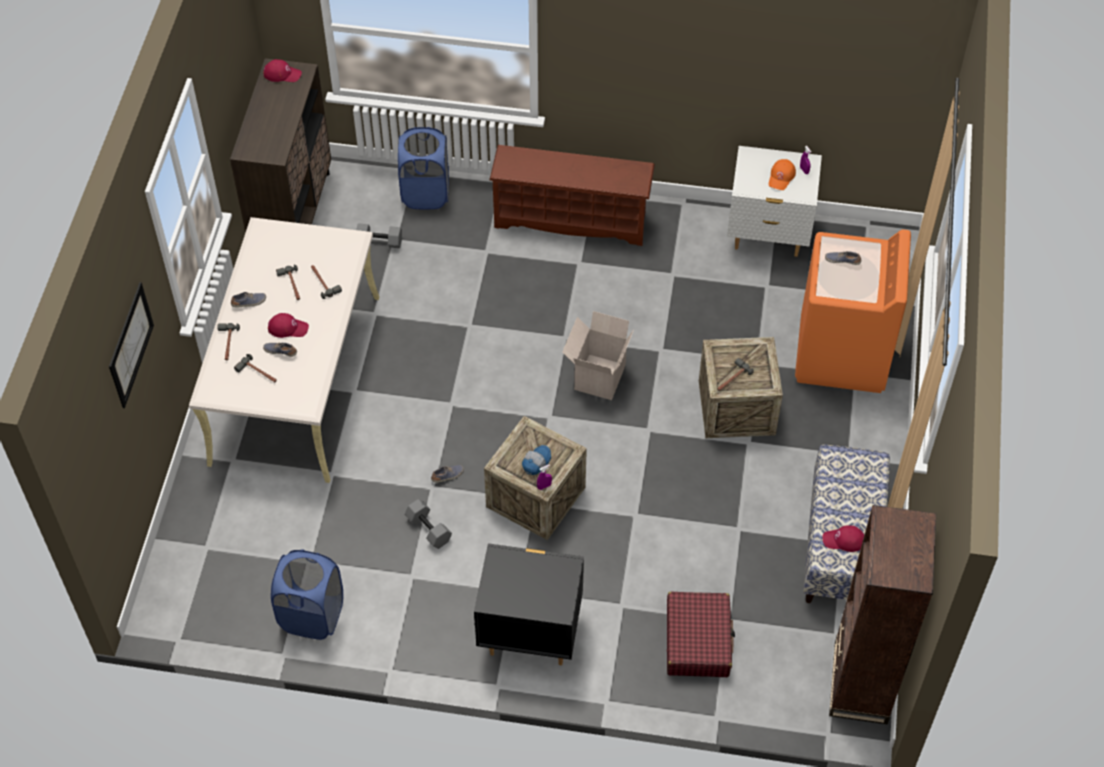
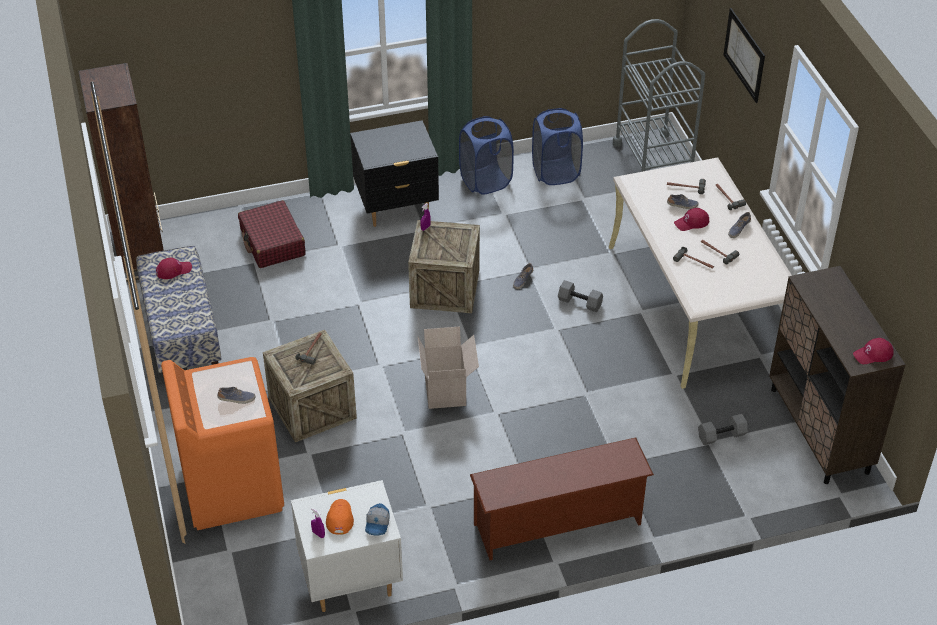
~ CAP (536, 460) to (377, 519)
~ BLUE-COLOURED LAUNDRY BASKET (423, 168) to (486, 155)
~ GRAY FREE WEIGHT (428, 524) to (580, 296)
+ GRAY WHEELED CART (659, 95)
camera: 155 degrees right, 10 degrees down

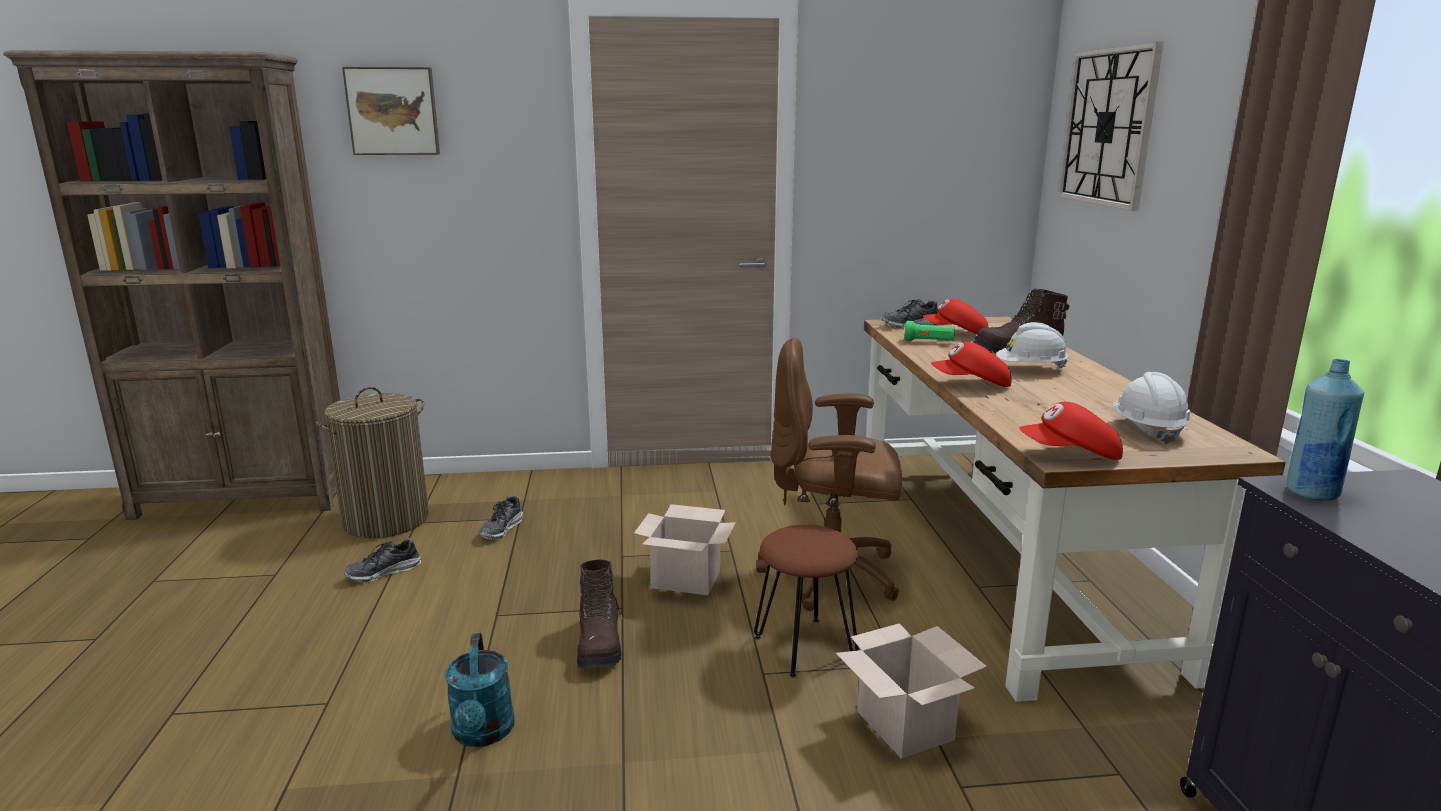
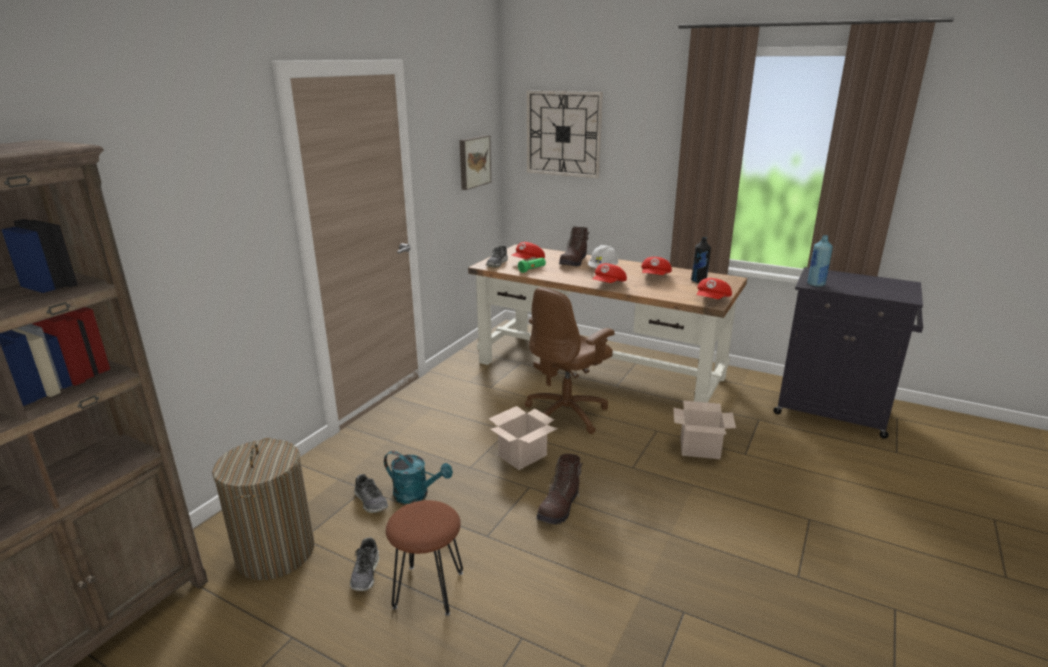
~ TURQUOISE WATERING CAN (479, 690) to (418, 477)
~ BROWN-COLOURED STOOL SEAT (806, 601) to (424, 558)
~ WALL PICTURE (391, 111) to (475, 162)
~ BROWN-COLOURED HIGH-TOP BOOT (600, 613) = (559, 489) 90 degrees clockwise
+ RED CAP (656, 266)
~ WHITISH WORK HELMET (1152, 408) to BLACK DRINK BOTTLE (701, 260)
camera: 55 degrees left, 5 degrees up

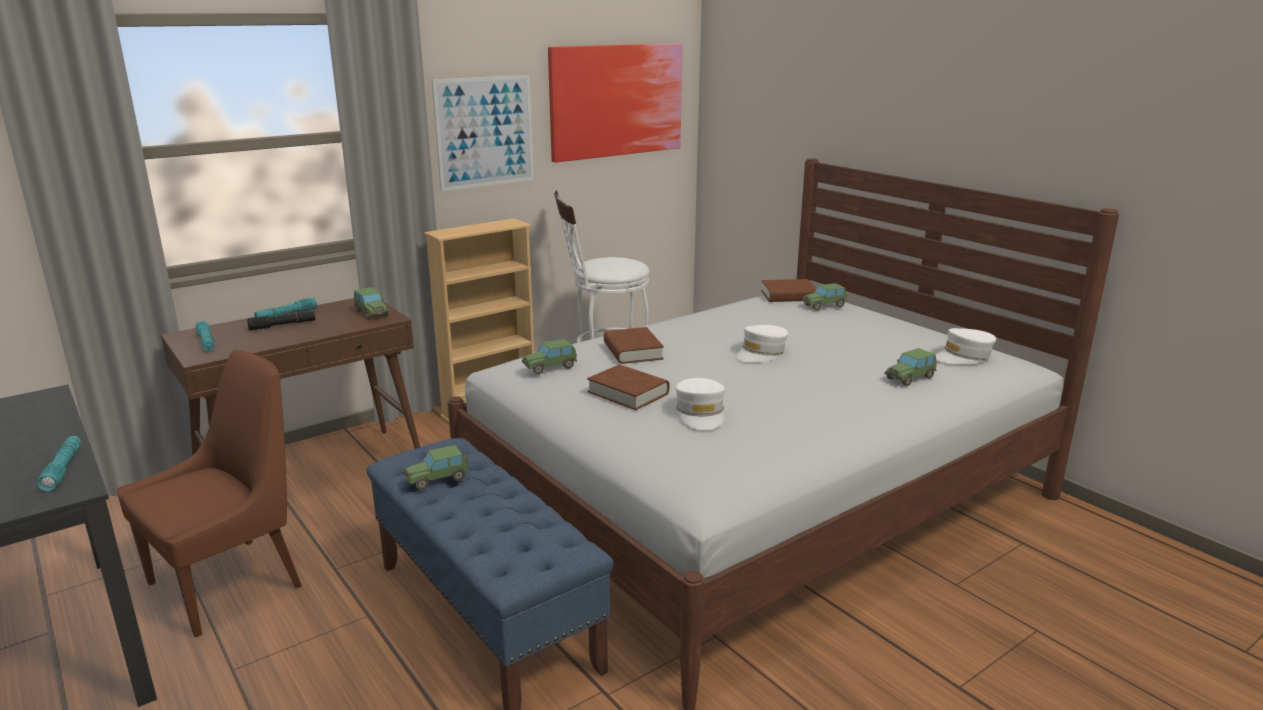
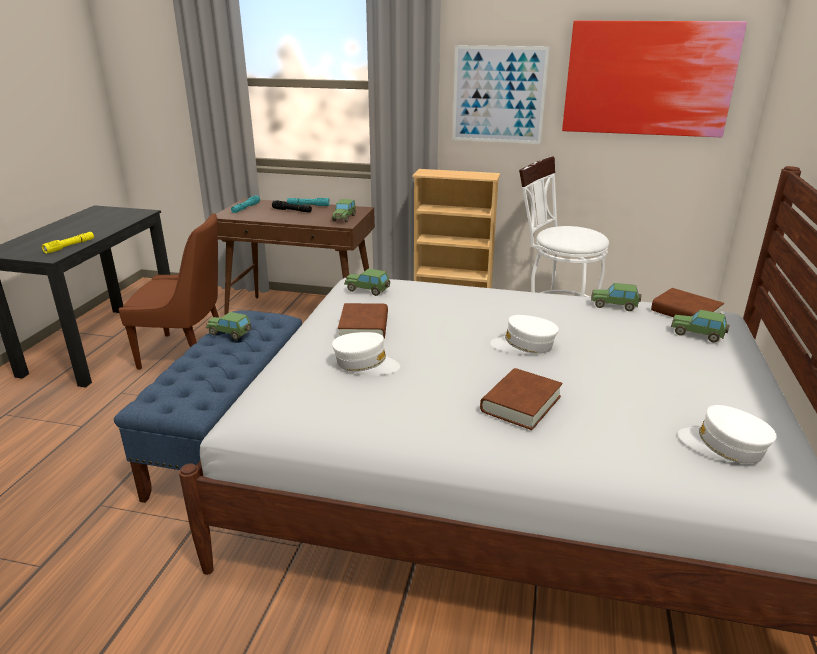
~ TURQUOISE HAND TORCH (59, 463) to YELLOW-COLOURED HAND TORCH (68, 242)
~ WHITISH CAP (700, 404) = (366, 354) 120 degrees counterclockwise
~ BROWN-COLOURED VOLUME (634, 345) to (521, 399)
~ MINIATURE CAR (910, 367) to (616, 297)
camera: 50 degrees right, 5 degrees up

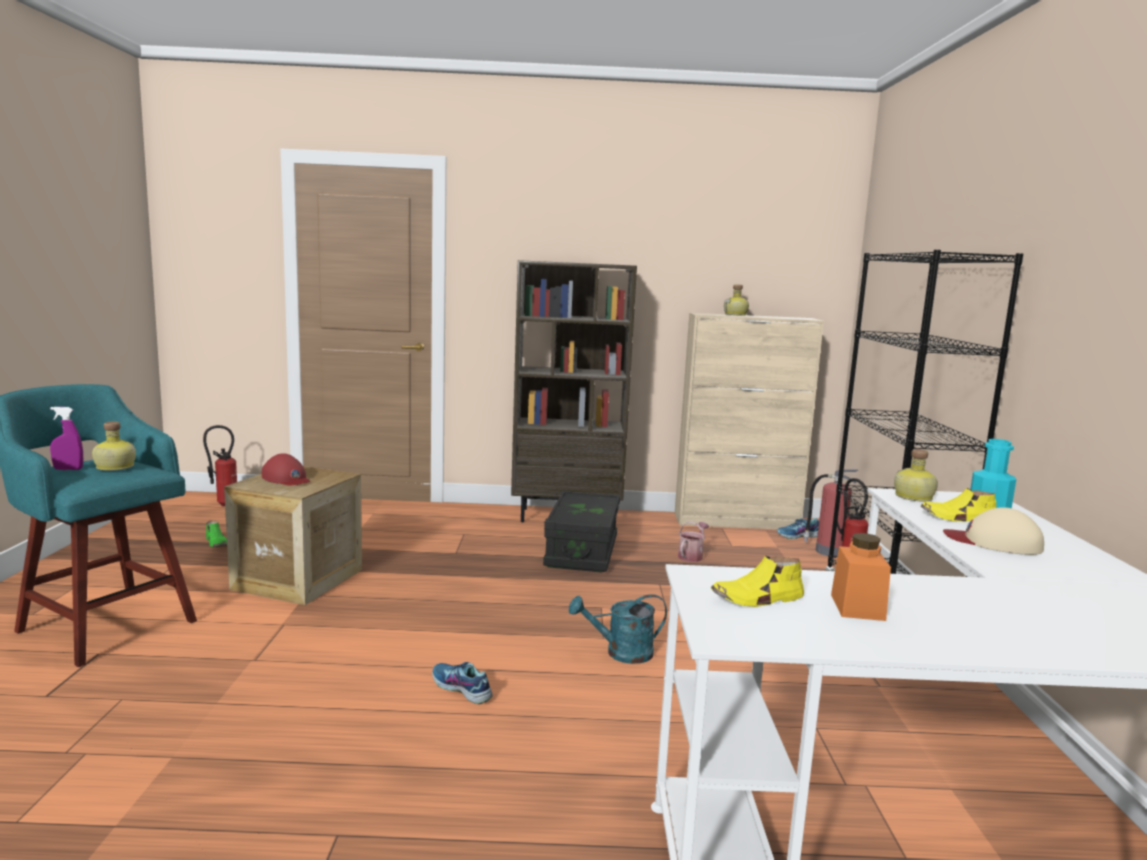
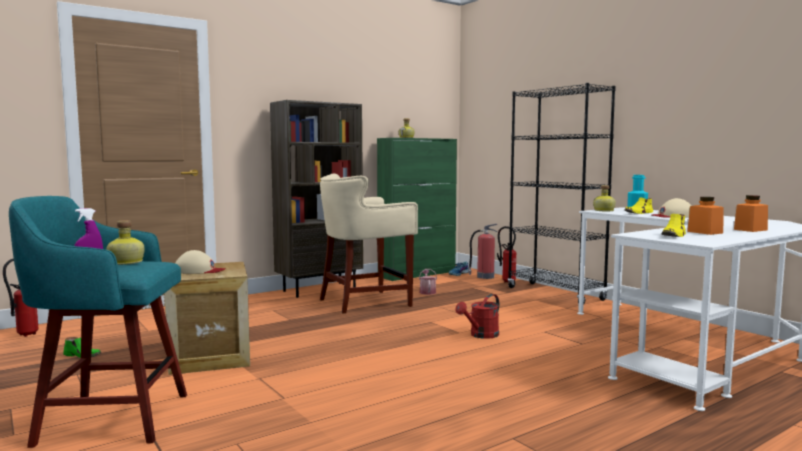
~ RED CAP (286, 469) to BEIGE-COLOURED CAP (200, 262)
~ BLACK STORAGE BOX (581, 532) to BEIGE-COLOURED STOOL SEAT (369, 243)
~ BEIGE-COLOURED CABINET (749, 421) to GREEN-COLOURED CABINET (417, 209)
~ TURQUOISE WATERING CAN (618, 629) to RED WATERING CAN (477, 316)
+ ORANGE JAR (751, 213)
- SHOE (462, 683)
camera: 35 degrees left, 5 degrees down

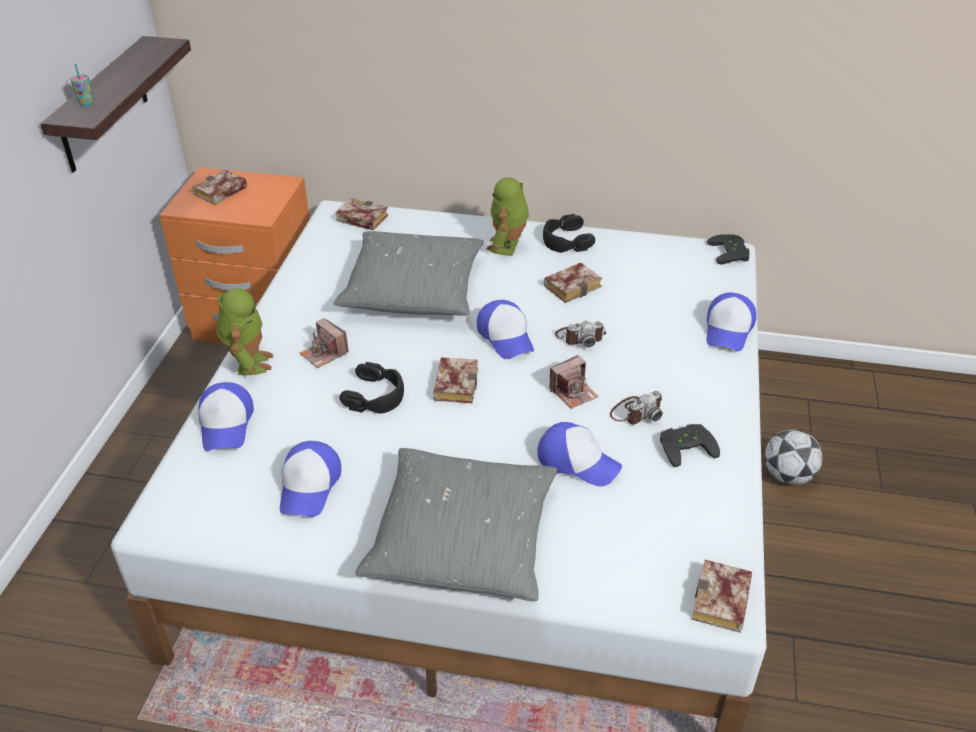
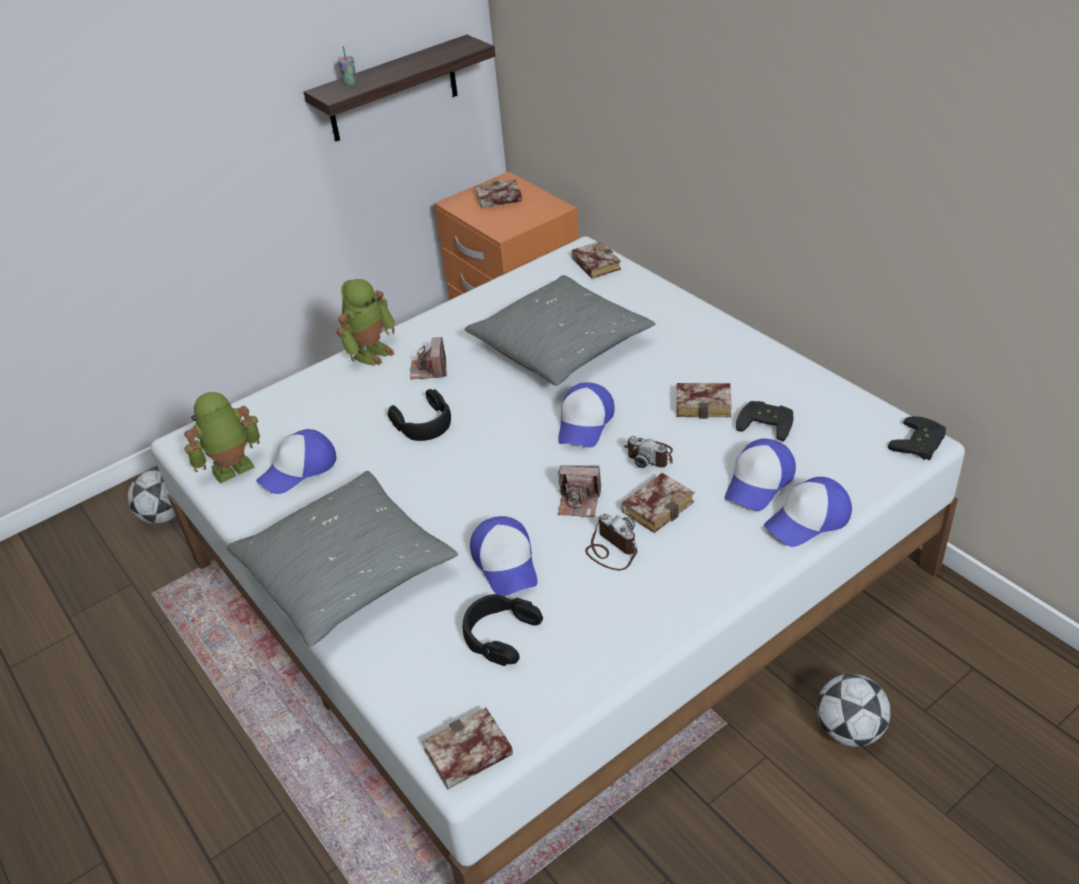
+ FOOTBALL (152, 496)
~ MODEL ROBOT (507, 216) to (222, 437)
~ BLACK HEADSET (569, 233) to (503, 630)
~ STILL CAMERA (636, 407) = (611, 542) 135 degrees counterclockwise
~ VOLUME (455, 380) to (657, 503)
~ CAP (226, 416) to (760, 475)
~ BLACK GAMEPAD (690, 445) to (764, 421)
camera: 45 degrees right, 0 degrees up

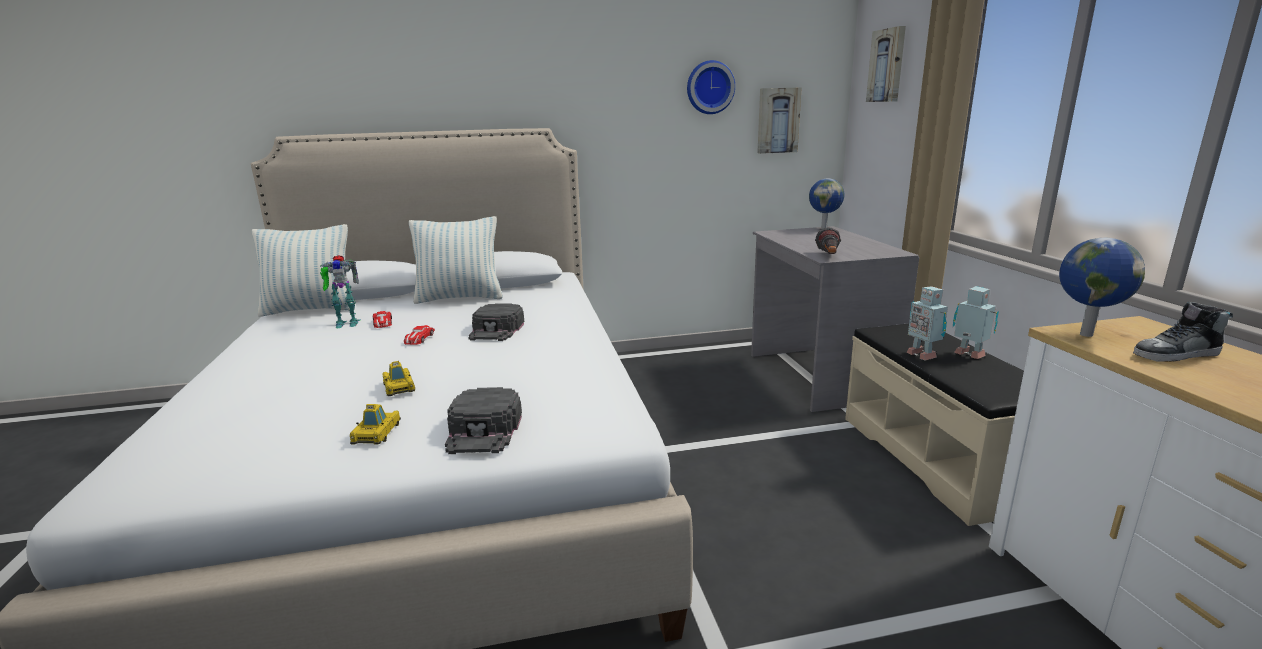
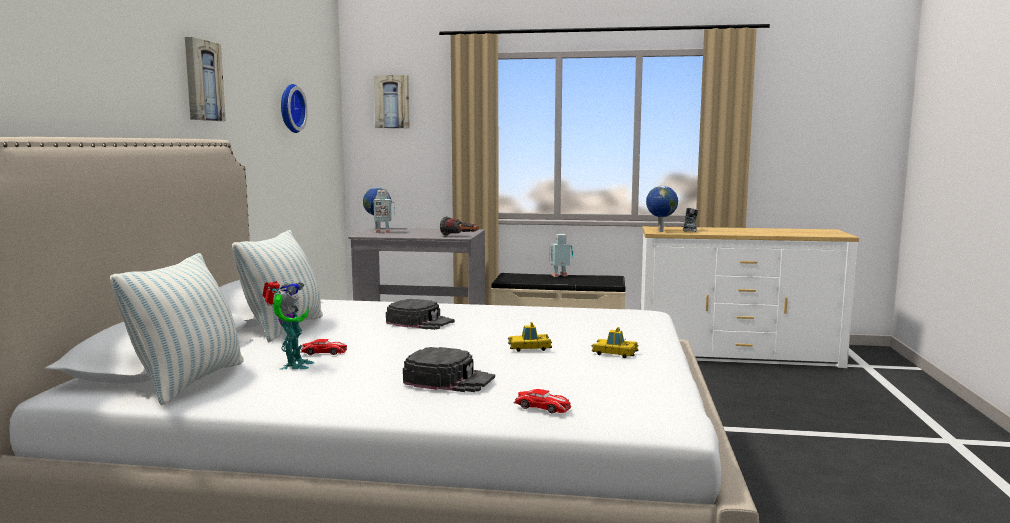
~ WALL PICTURE (779, 121) to (205, 79)
~ MODEL ROBOT (927, 323) to (382, 211)
~ BLACK CAP (483, 420) to (449, 369)
~ MINIATURE CAR (419, 335) to (542, 401)
camera: 70 degrees left, 10 degrees down

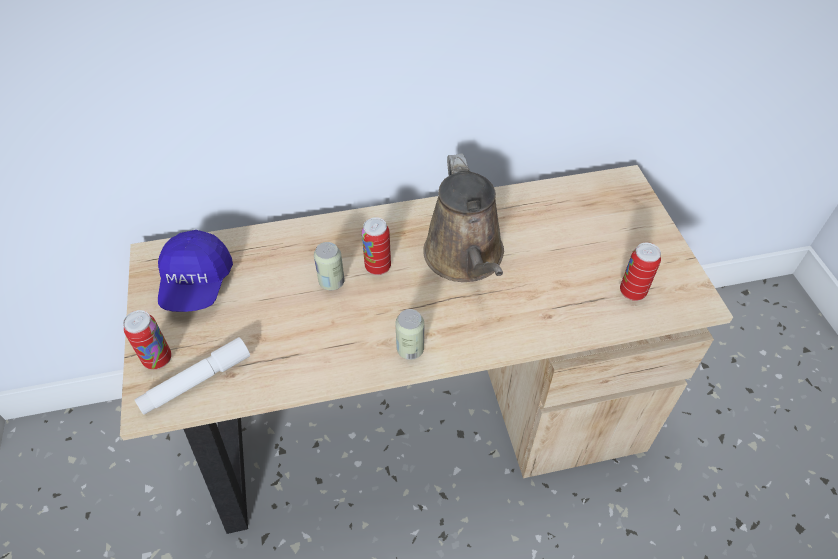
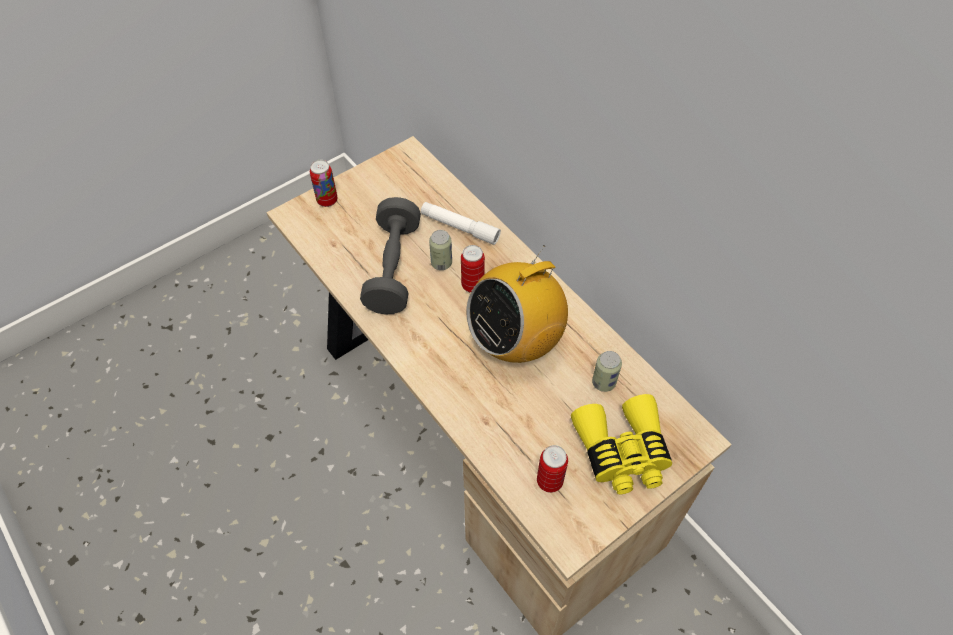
+ GRAY FREE WEIGHT (390, 256)
~ WHITISH HAND TORCH (192, 376) to (461, 223)
~ BROWN-COLOURED WATERING CAN (463, 217) to RADIO SET (517, 304)
+ YELLOW-COLOURED PAIR OF BINOCULARS (621, 444)
~ CAN (409, 334) to (607, 371)
- BLUE-COLOURED CAP (195, 271)
camera: 65 degrees right, 5 degrees up

